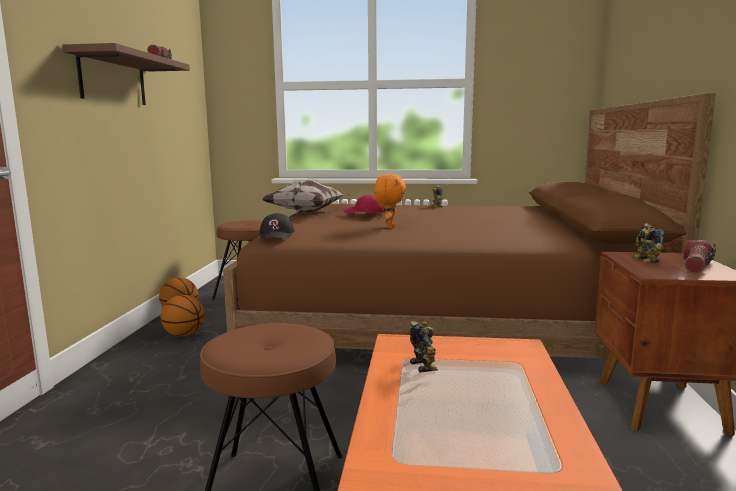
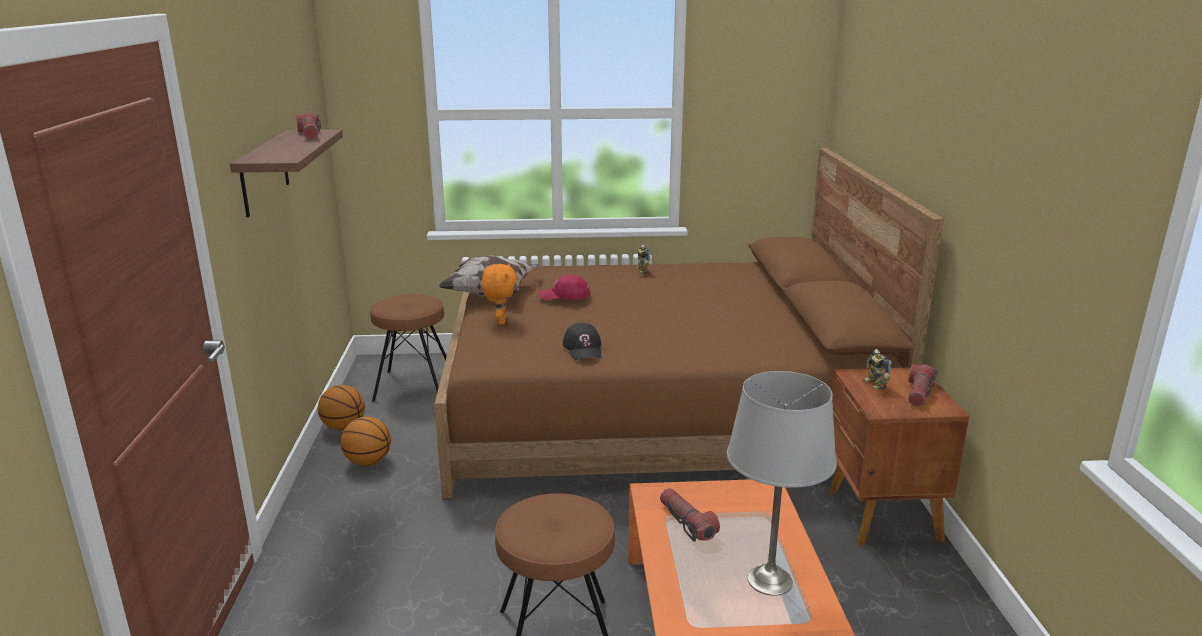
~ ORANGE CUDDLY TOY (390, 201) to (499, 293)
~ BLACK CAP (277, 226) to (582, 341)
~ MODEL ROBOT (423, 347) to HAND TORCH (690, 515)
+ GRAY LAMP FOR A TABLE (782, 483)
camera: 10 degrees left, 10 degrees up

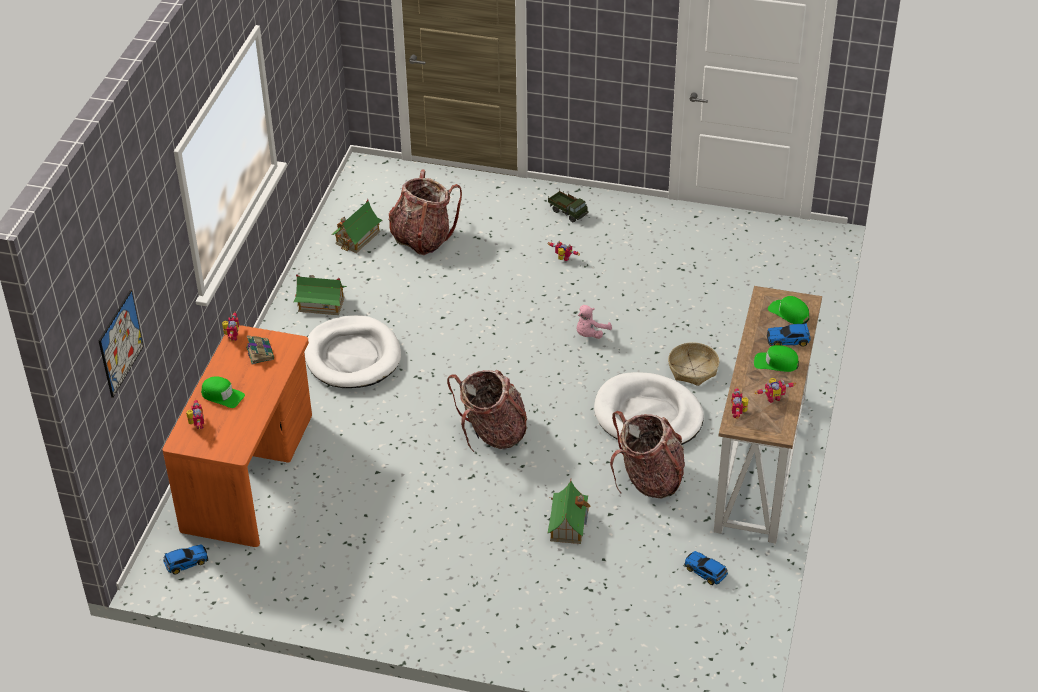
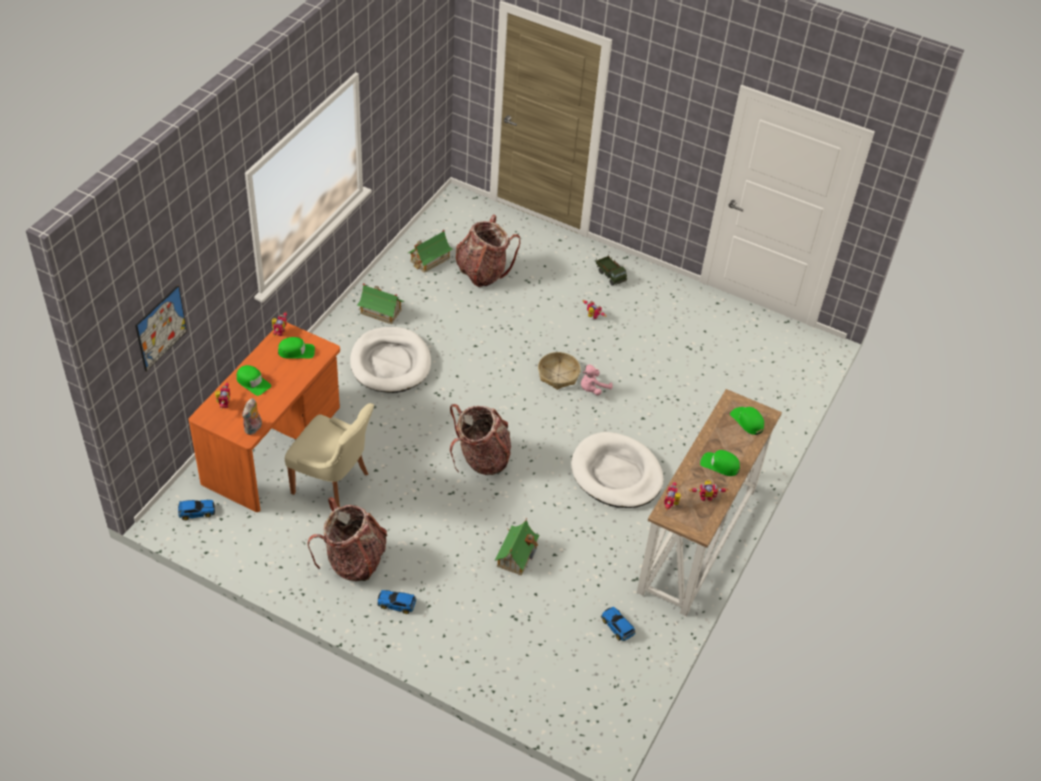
+ CUDDLY TOY (252, 416)
~ VOLUME (260, 350) to GREEN-COLOURED CAP (296, 348)
+ BEIGE-COLOURED CHAIR (329, 455)
~ BACKPACK (647, 455) to (347, 539)
~ MINIATURE CAR (789, 335) to (397, 602)
~ BASKET (693, 364) to (559, 371)
camera: 10 degrees right, 5 degrees up

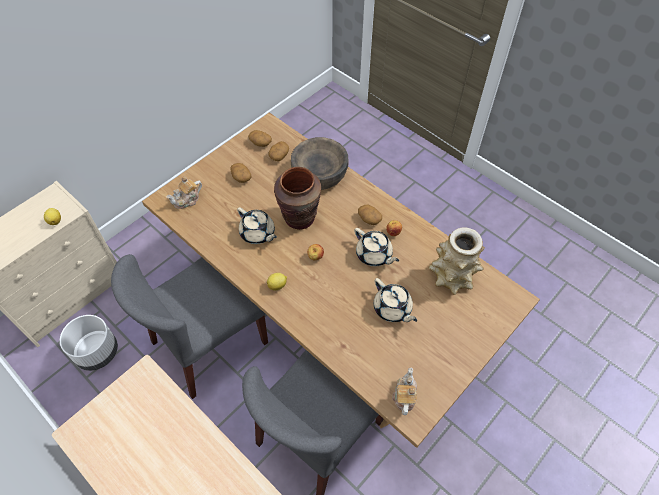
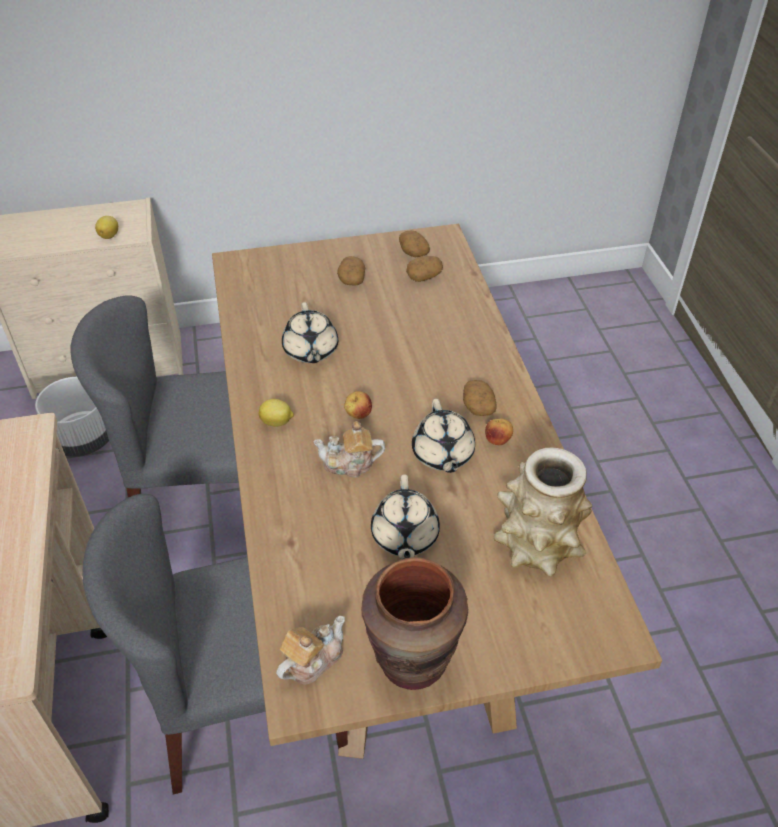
~ POT FOR TEA (184, 193) to (349, 449)
~ BROWN-COLOURED VASE (297, 198) to (414, 623)
- BROWN-COLOURED SERVING BOWL (319, 163)
camera: 35 degrees right, 10 degrees down

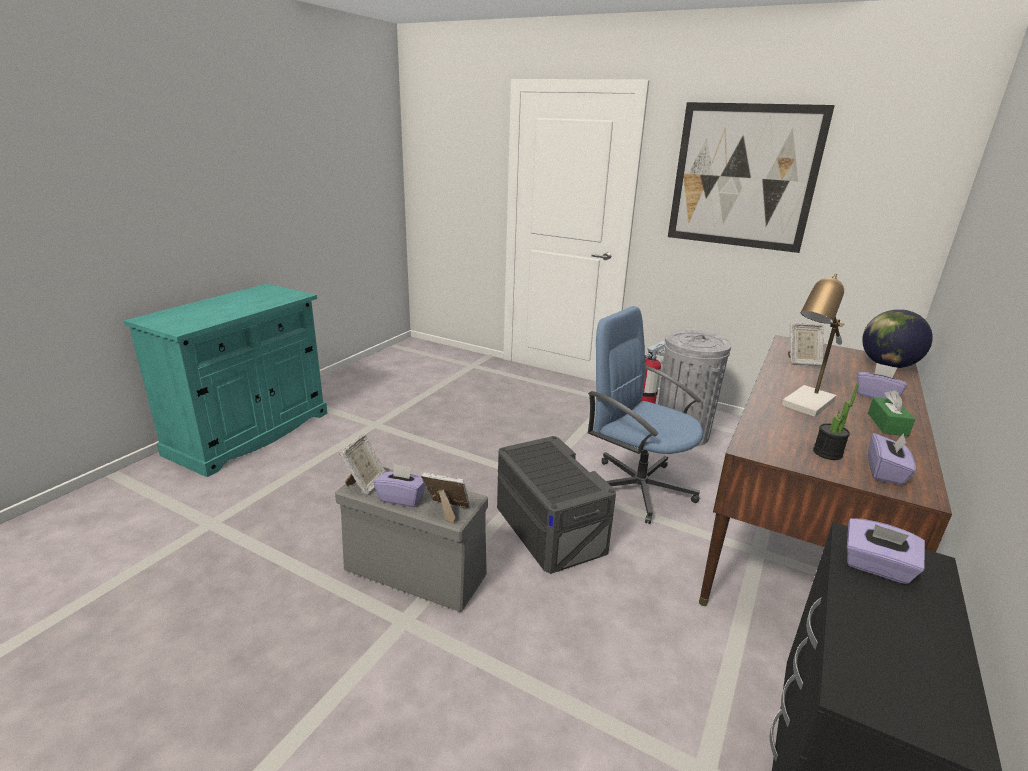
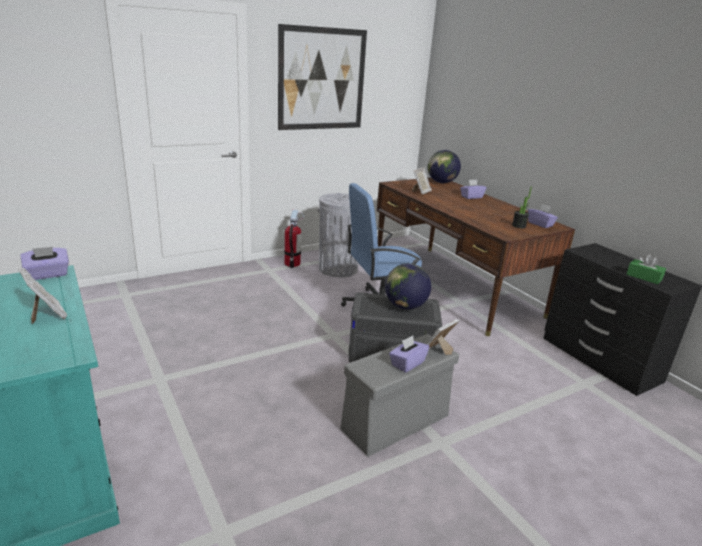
~ STANDING FRAME (362, 464) to (43, 295)
~ PURPLE-COLOURED BOX OF TISSUES (886, 551) to (44, 263)
+ DESK GLOBE (408, 286)
~ GREEN-COLOURED BOX OF TISSUES (891, 413) to (646, 269)
- LAMP FOR A TABLE (813, 345)
camera: 60 degrees left, 0 degrees up

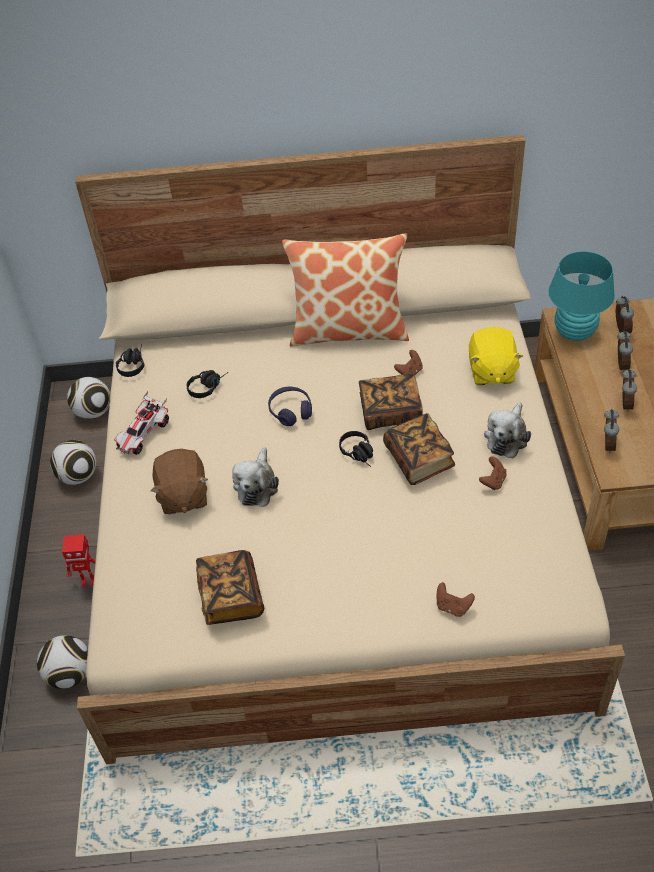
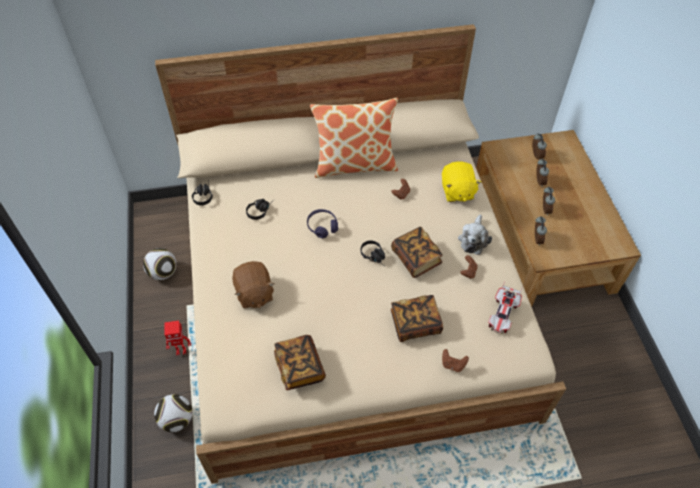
~ VOLUME (391, 402) to (417, 318)
~ MINIATURE CAR (141, 423) to (505, 308)
- FOOTBALL (88, 398)
- CUDDLY TOY (255, 477)
- TURQUOISE LAMP FOR A TABLE (581, 296)
camera: 10 degrees left, 5 degrees up

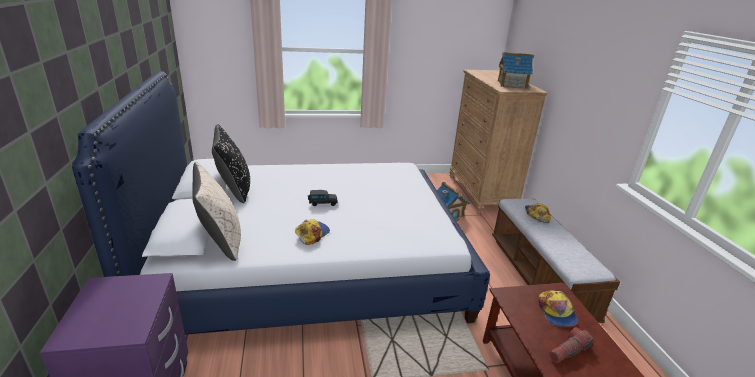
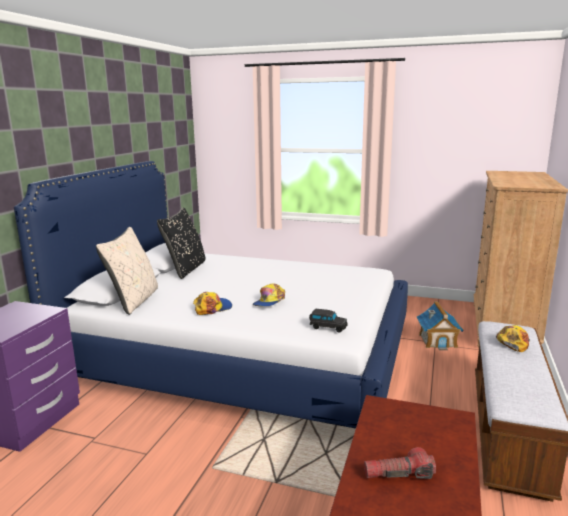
~ CAP (558, 308) to (269, 295)
~ BLACK MINIATURE CAR (322, 198) to (328, 321)
- MINIATURE HOUSE (516, 70)
camera: 30 degrees right, 10 degrees down

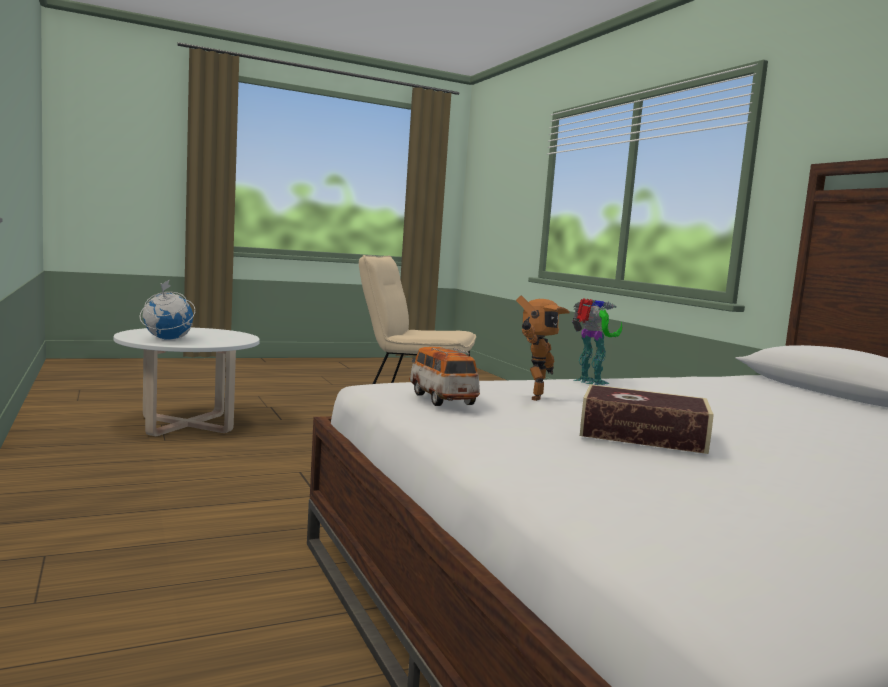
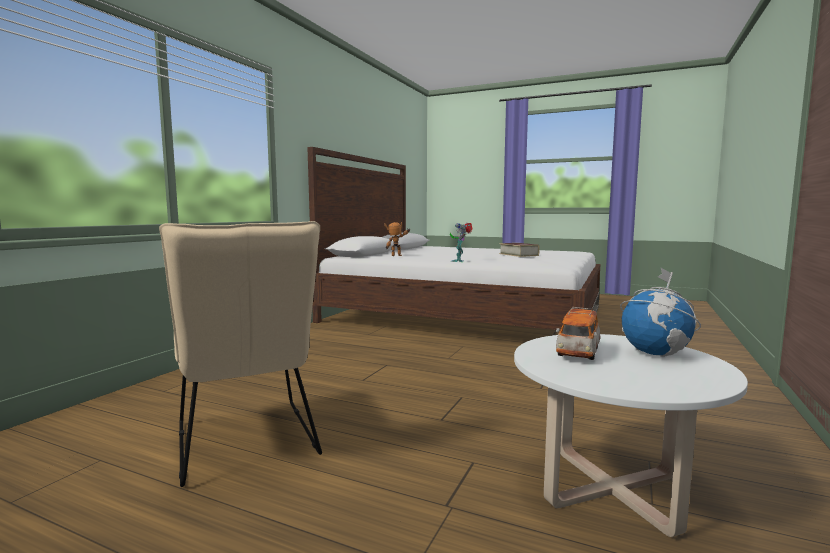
~ MODEL ROBOT (543, 348) to (397, 239)
~ MINIATURE CAR (444, 376) to (578, 333)
camera: 130 degrees left, 0 degrees up

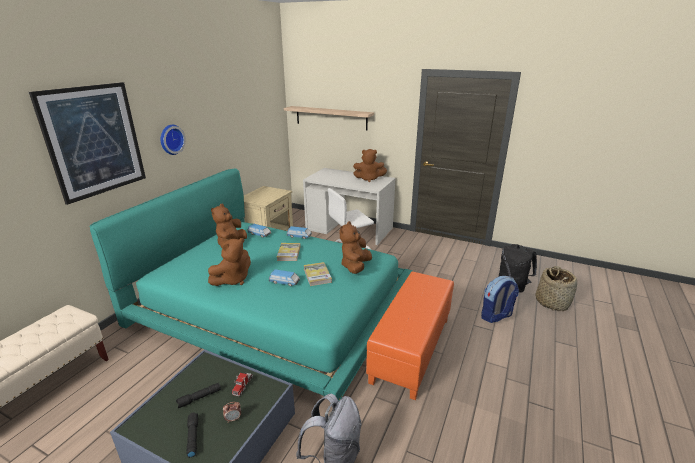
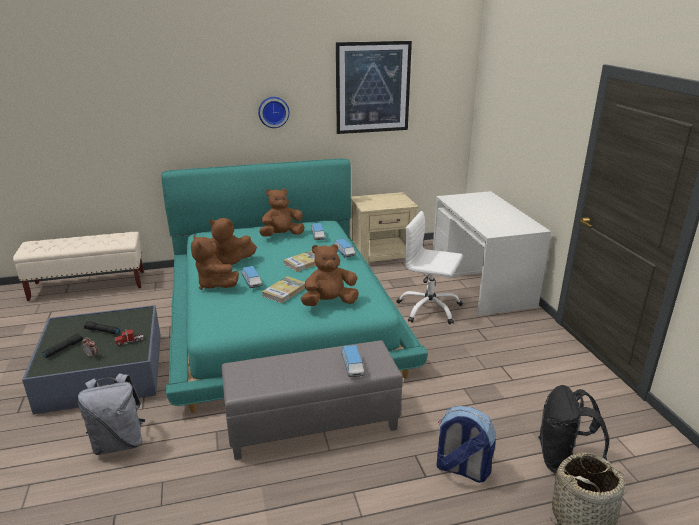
~ BROWN-COLOURED CUDDLY TOY (370, 165) to (215, 262)
~ ORANGE FOOTREST (410, 335) to GRAY FOOTREST (312, 400)
~ WALL PICTURE (87, 143) to (374, 87)
+ MINIATURE CAR (353, 361)
- WALL SHELF (329, 118)
camera: 50 degrees right, 0 degrees up

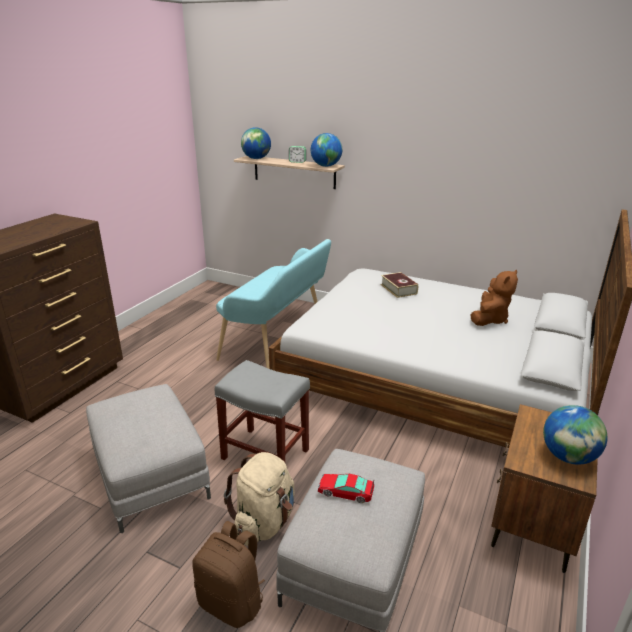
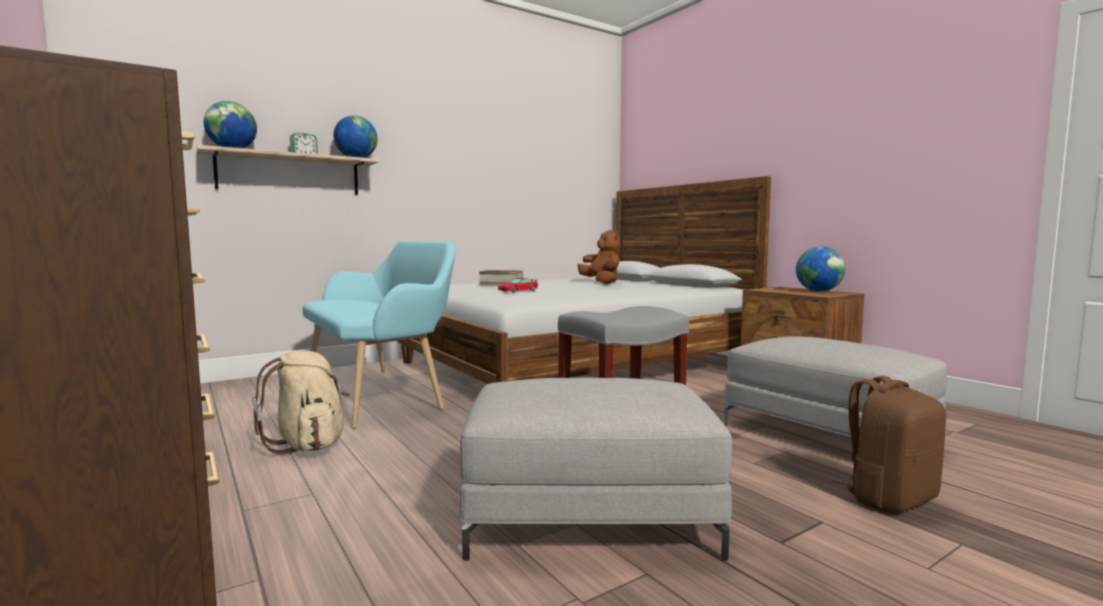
~ BEIGE-COLOURED BACKPACK (259, 499) to (301, 402)
~ MINIATURE CAR (346, 488) to (518, 285)
camera: 60 degrees left, 20 degrees down

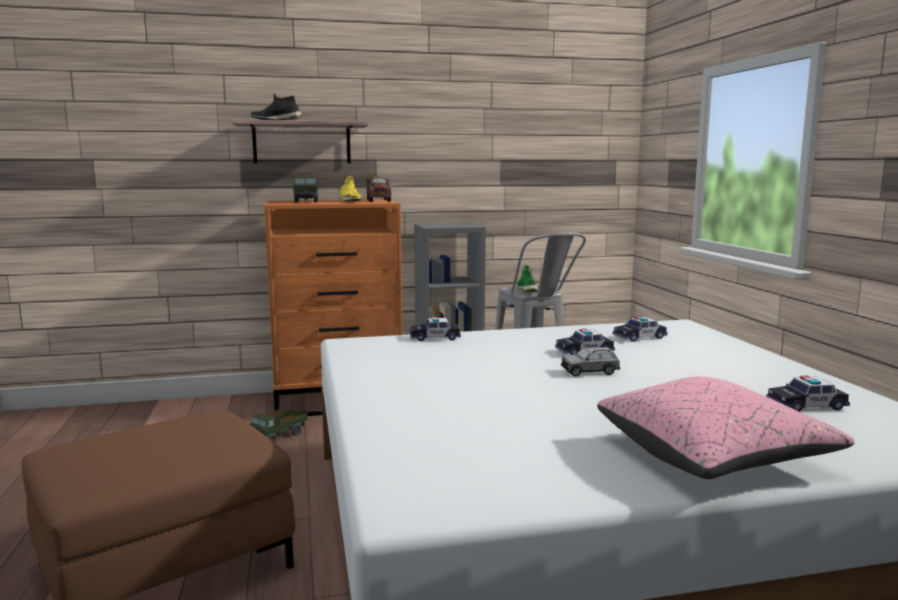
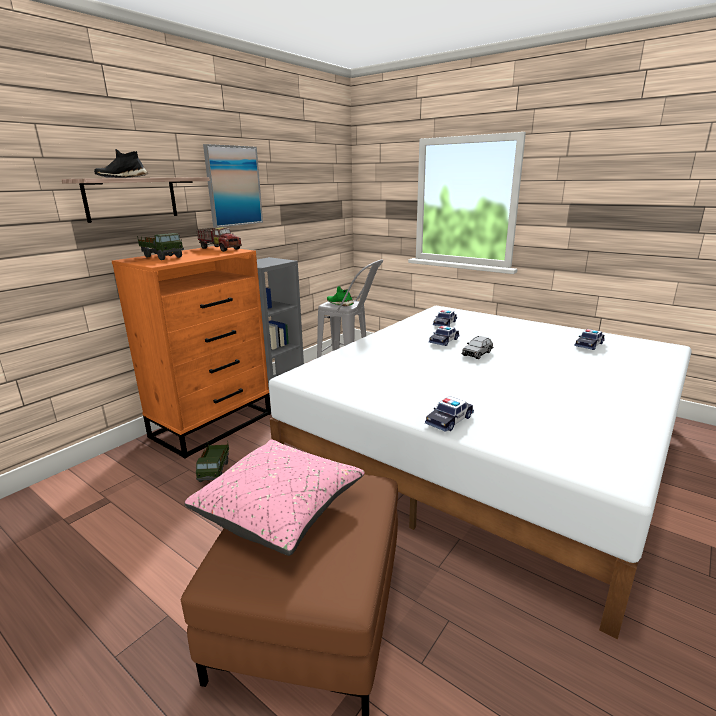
~ PINK-COLOURED PILLOW (726, 428) to (275, 497)
+ WALL PICTURE (233, 186)
~ MINIATURE CAR (435, 329) to (449, 414)
- YELLOW-COLOURED SHOE (350, 189)
camera: 40 degrees left, 10 degrees up

